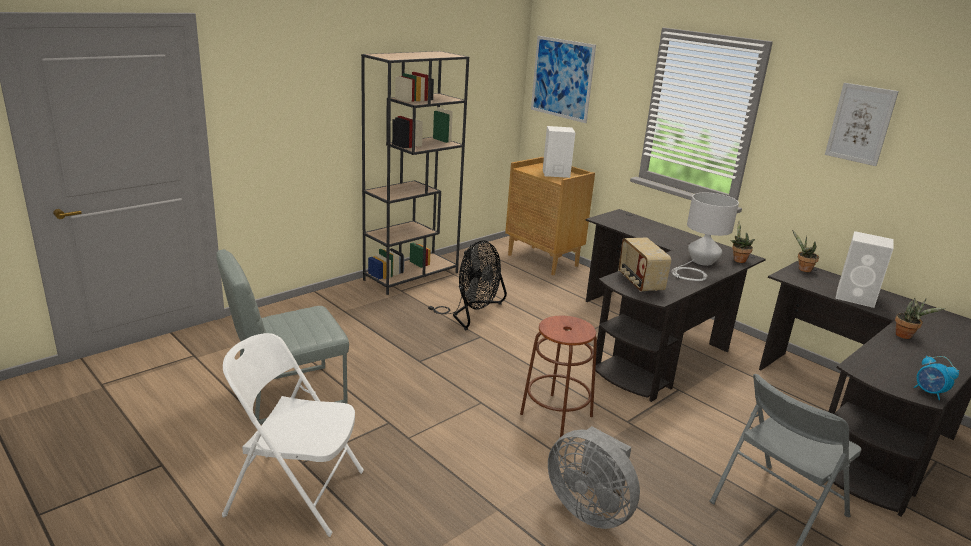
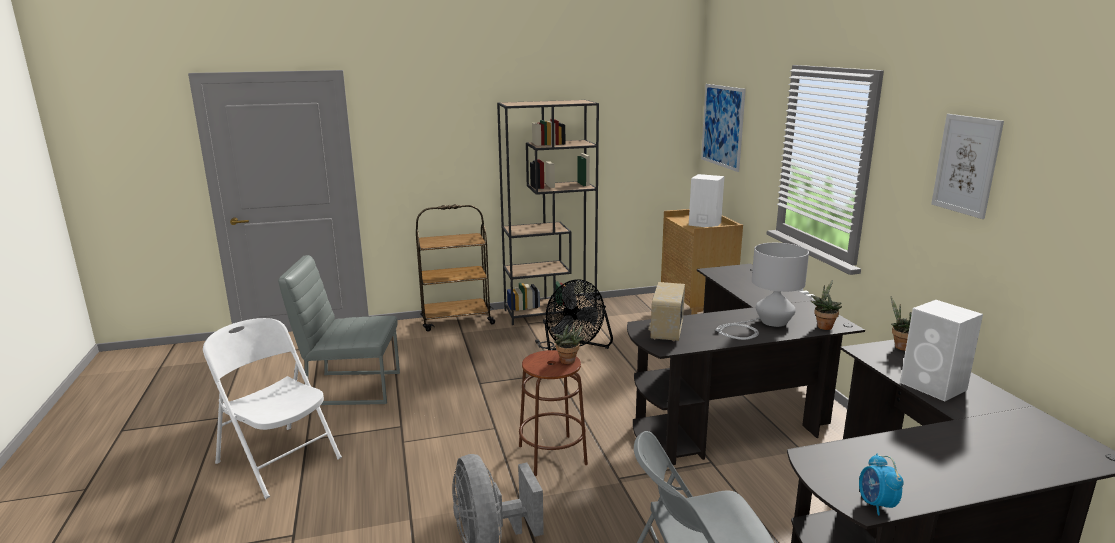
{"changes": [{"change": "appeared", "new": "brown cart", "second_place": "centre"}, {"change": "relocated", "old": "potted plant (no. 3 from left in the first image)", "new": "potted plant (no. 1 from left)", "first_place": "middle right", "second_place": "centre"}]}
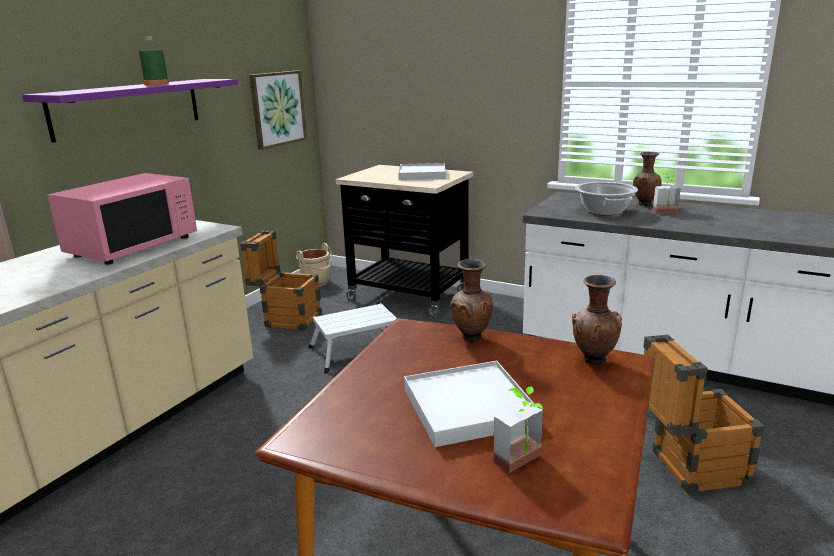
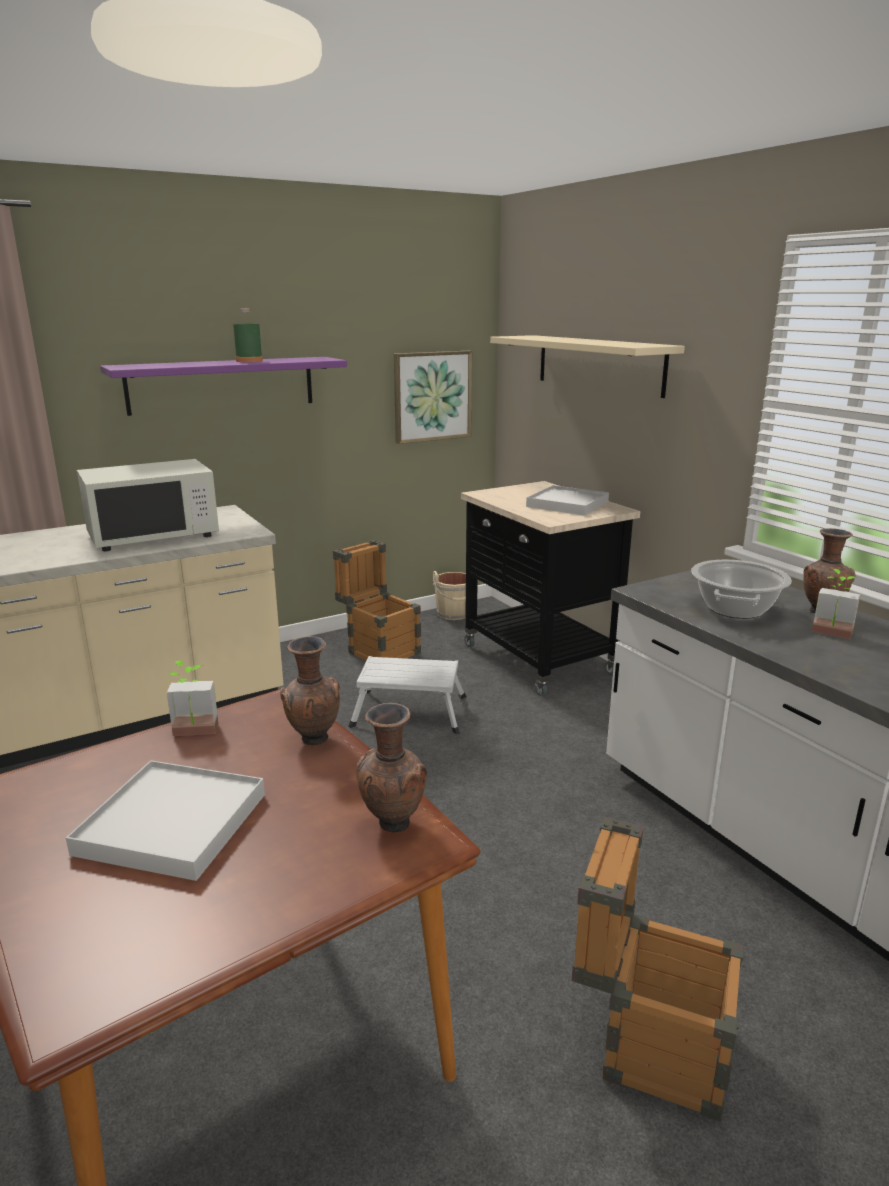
{"changes": [{"change": "appeared", "new": "beige shelf", "second_place": "top centre"}, {"change": "relocated", "old": "potted plant (no. 1 from left)", "first_place": "bottom centre", "second_place": "middle left"}, {"change": "colour", "old": "pink microwave", "new": "white microwave", "first_place": "middle left", "second_place": "middle left"}]}
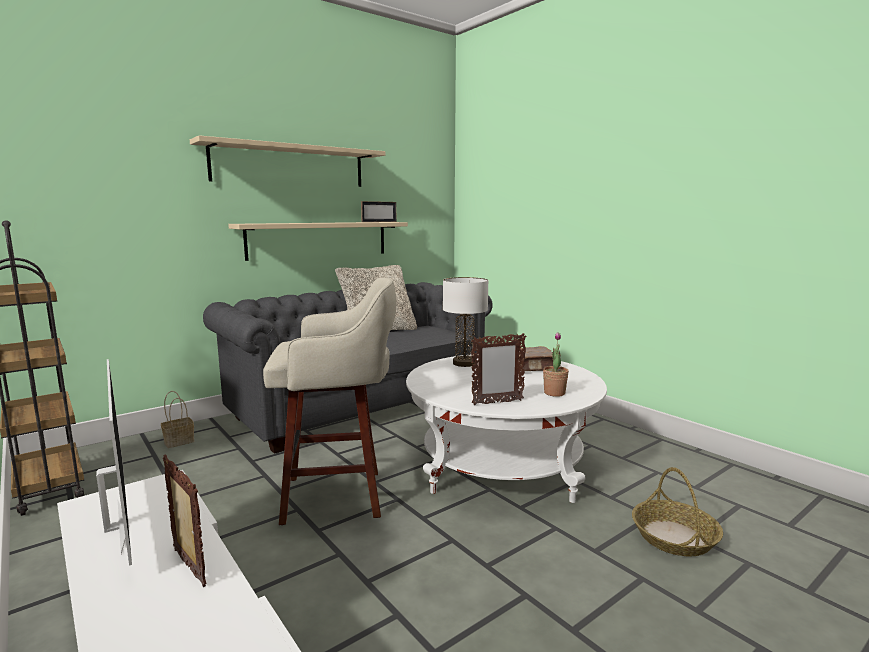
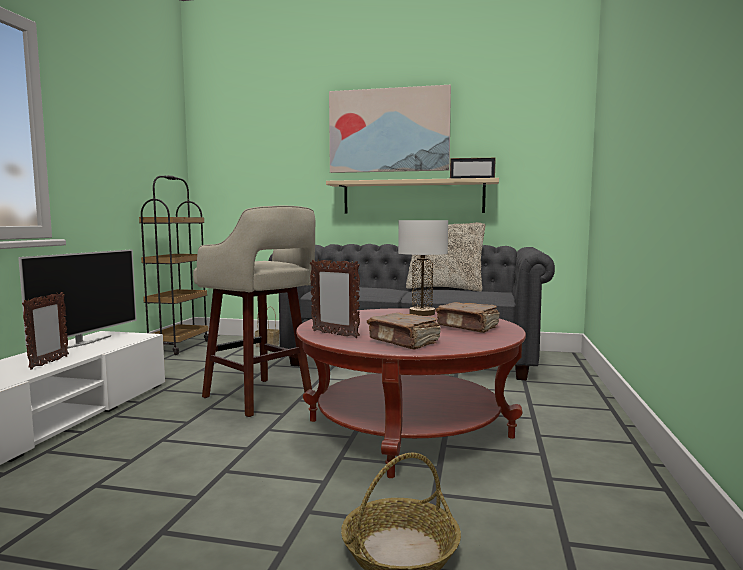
{"changes": [{"change": "exchanged", "old": "beige shelf (no. 1 from left)", "new": "picture", "first_place": "top left", "second_place": "top centre"}, {"change": "exchanged", "old": "potted plant", "new": "brown book (no. 1 from left)", "first_place": "centre", "second_place": "centre"}, {"change": "colour", "old": "white coffee table", "new": "red coffee table", "first_place": "centre", "second_place": "bottom centre"}]}
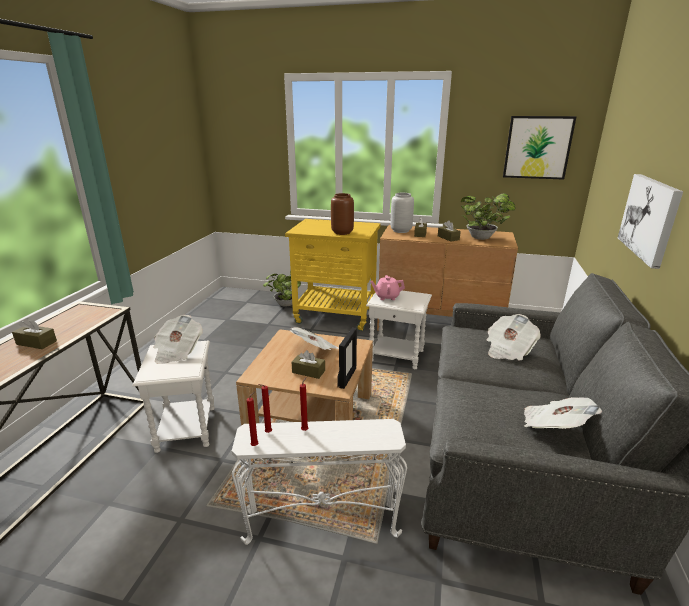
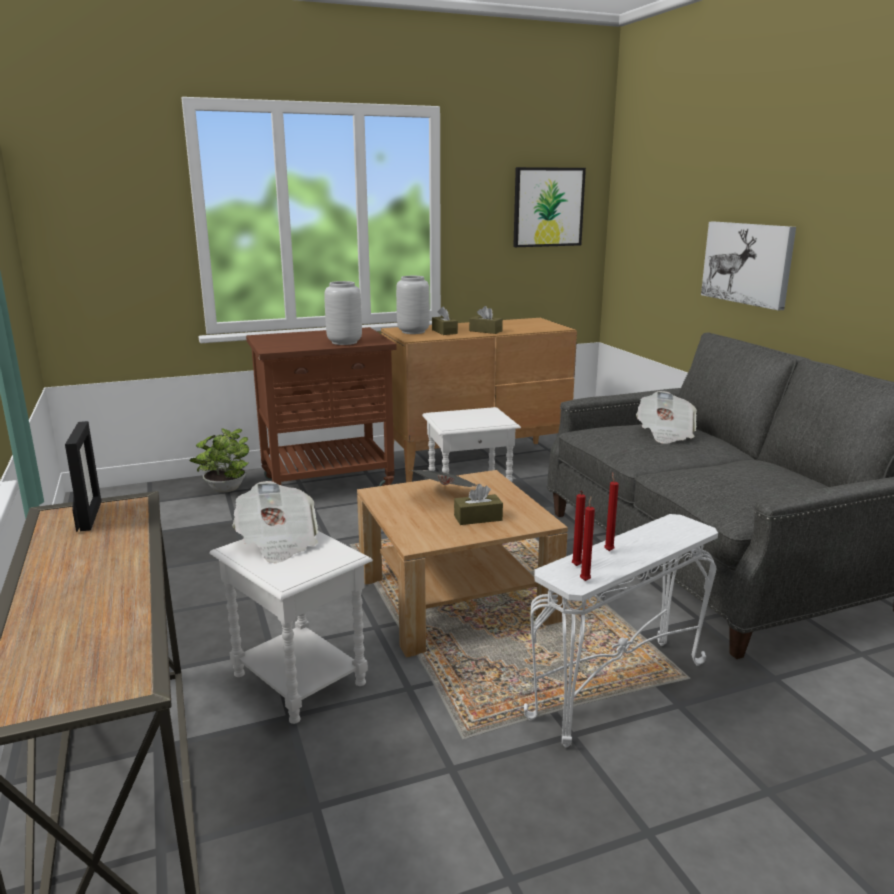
{"changes": [{"change": "missing", "old": "brown tissue box (no. 1 from left)", "first_place": "middle left"}, {"change": "missing", "old": "pink teapot", "first_place": "centre"}, {"change": "missing", "old": "potted plant (no. 2 from left)", "first_place": "middle right"}, {"change": "missing", "old": "newspaper (no. 4 from left)", "first_place": "bottom right"}, {"change": "relocated", "old": "picture frame", "first_place": "centre", "second_place": "middle left"}, {"change": "colour", "old": "yellow cart", "new": "brown cart", "first_place": "centre", "second_place": "centre"}, {"change": "colour", "old": "brown vase", "new": "grey vase (no. 1 from left)", "first_place": "centre", "second_place": "centre"}]}
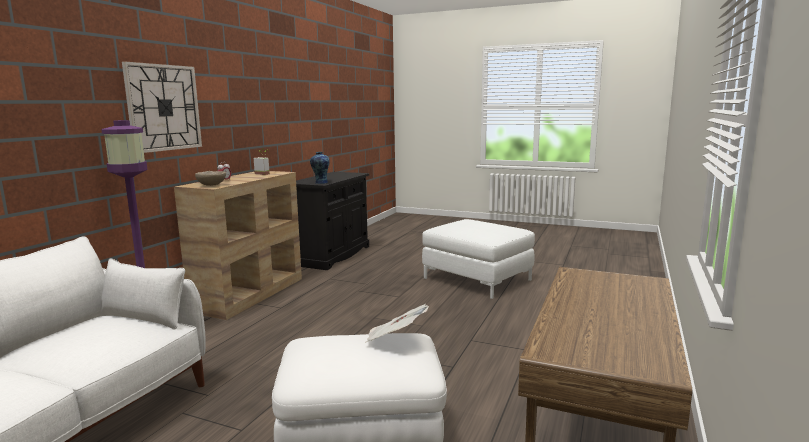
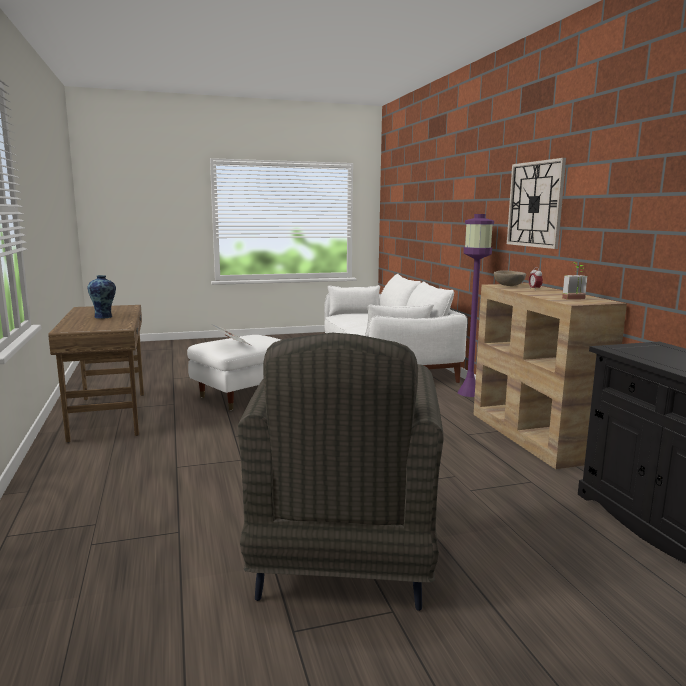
{"changes": [{"change": "relocated", "old": "vase", "first_place": "centre", "second_place": "middle left"}, {"change": "exchanged", "old": "white ottoman (no. 2 from left)", "new": "grey armchair", "first_place": "centre", "second_place": "bottom centre"}]}
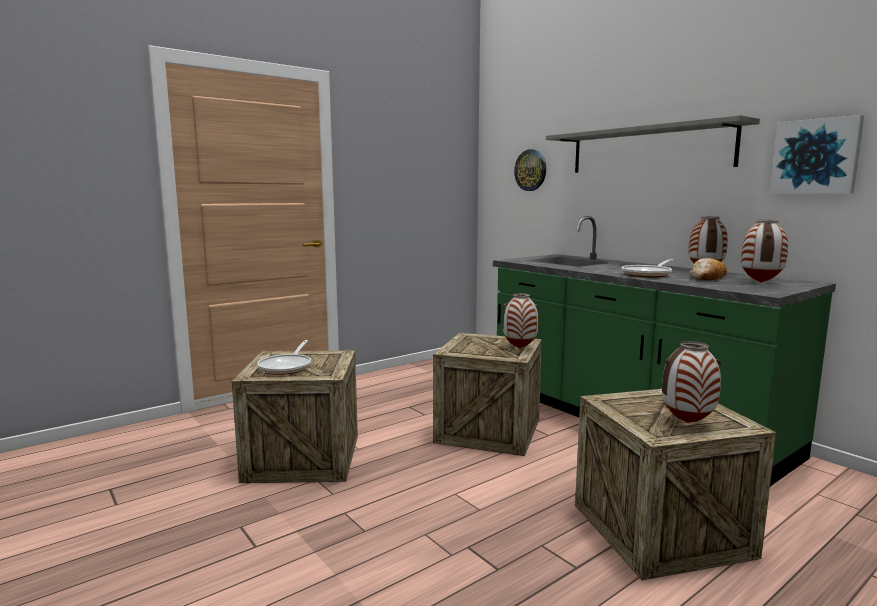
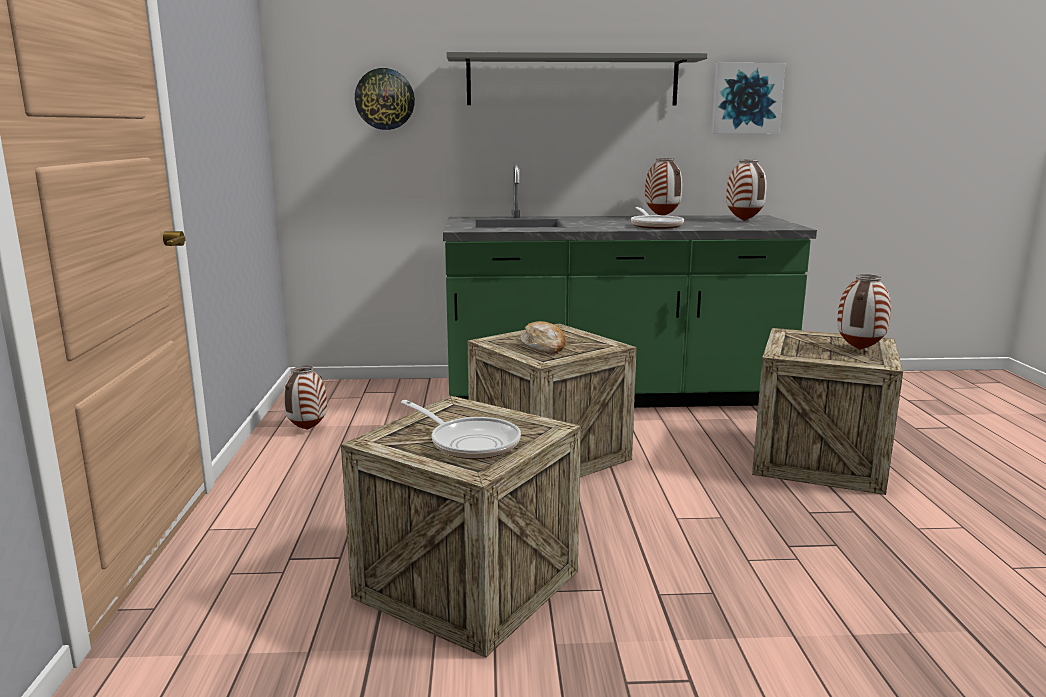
{"changes": [{"change": "relocated", "old": "vase (no. 1 from left)", "first_place": "centre", "second_place": "middle left"}, {"change": "relocated", "old": "bread", "first_place": "middle right", "second_place": "centre"}]}
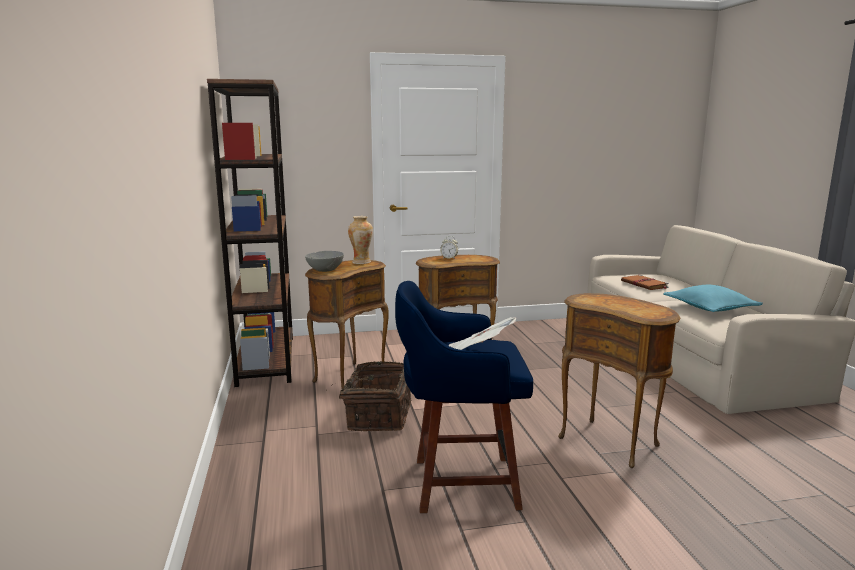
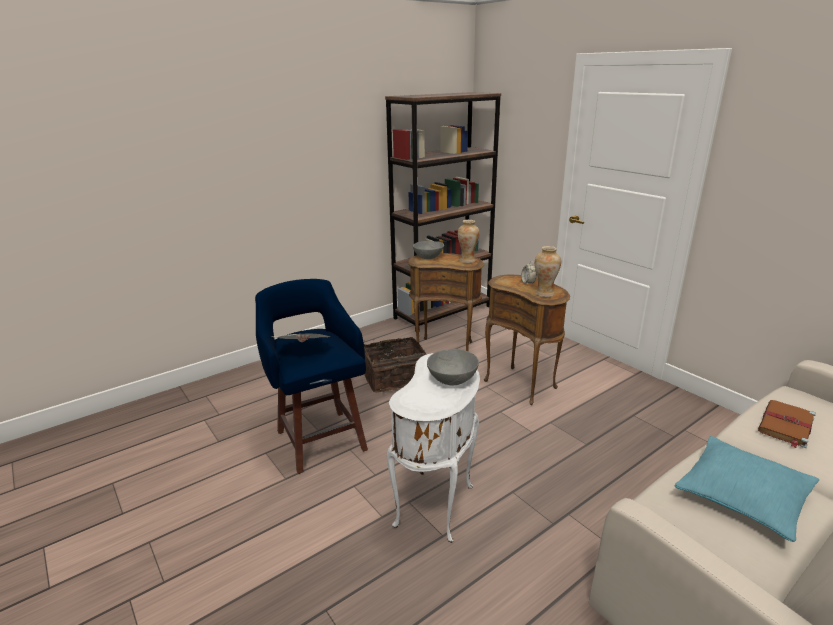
{"changes": [{"change": "appeared", "new": "grey bowl (no. 2 from left)", "second_place": "centre"}, {"change": "appeared", "new": "vase (no. 2 from left)", "second_place": "centre"}, {"change": "colour", "old": "brown side table (no. 3 from left)", "new": "white side table", "first_place": "bottom right", "second_place": "bottom centre"}]}
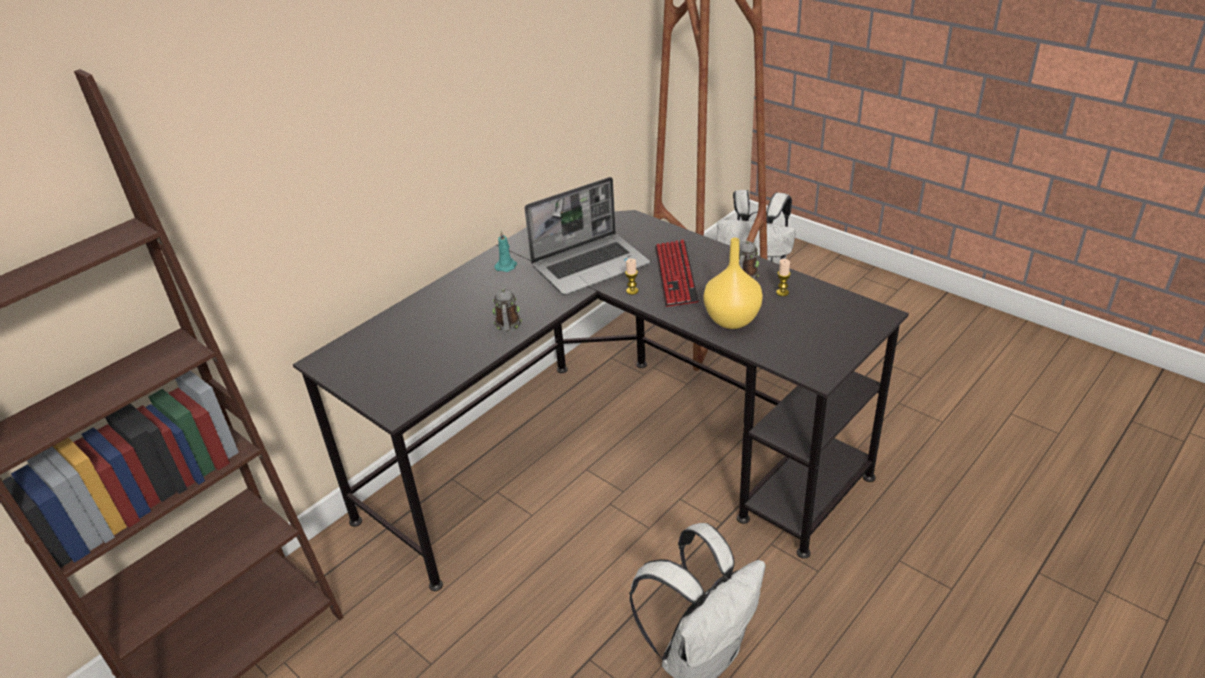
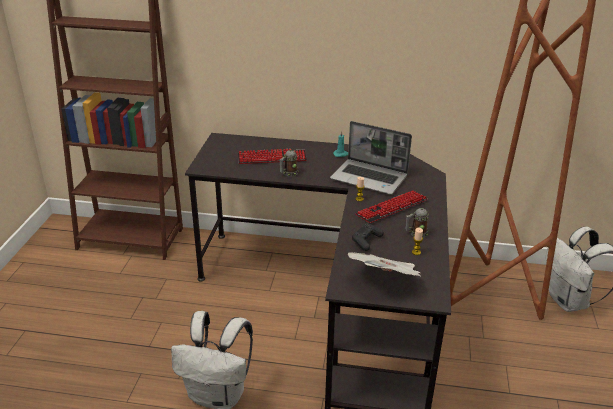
{"changes": [{"change": "appeared", "new": "keyboard (no. 1 from left)", "second_place": "centre"}, {"change": "appeared", "new": "newspaper", "second_place": "centre"}, {"change": "exchanged", "old": "yellow vase", "new": "black game controller", "first_place": "centre", "second_place": "centre"}]}
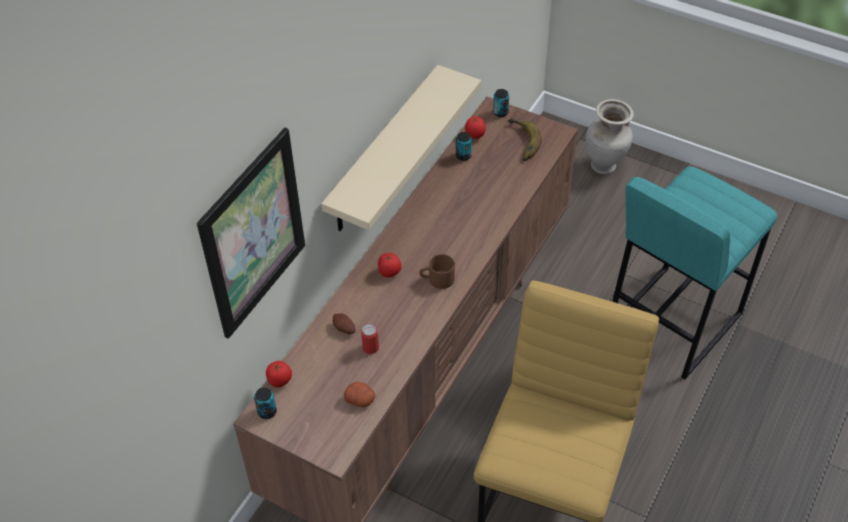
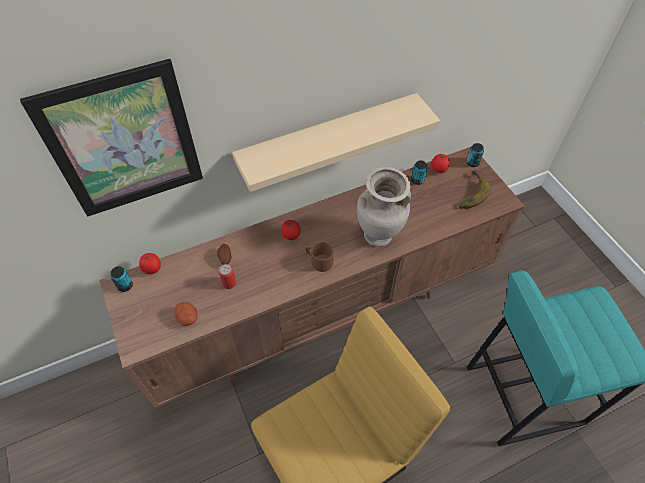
{"changes": [{"change": "relocated", "old": "beige vase", "first_place": "top right", "second_place": "centre"}]}
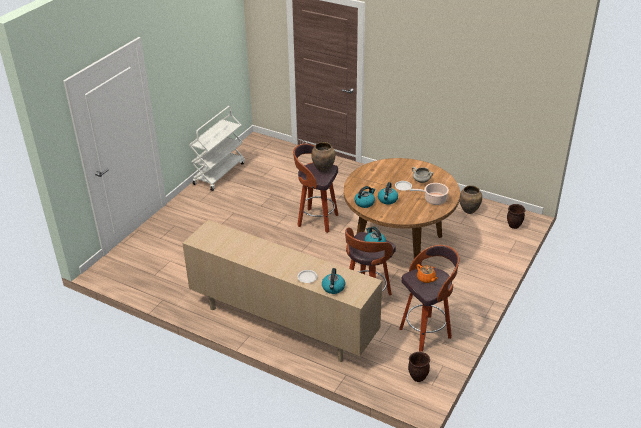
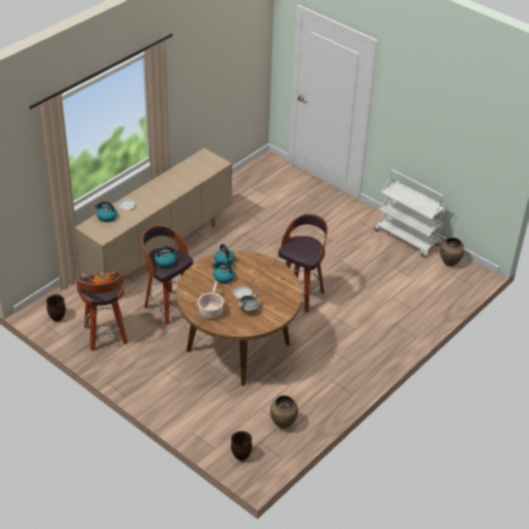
{"changes": [{"change": "relocated", "old": "brown vase (no. 1 from left in the first image)", "new": "brown vase (no. 2 from left)", "first_place": "centre", "second_place": "middle right"}]}
